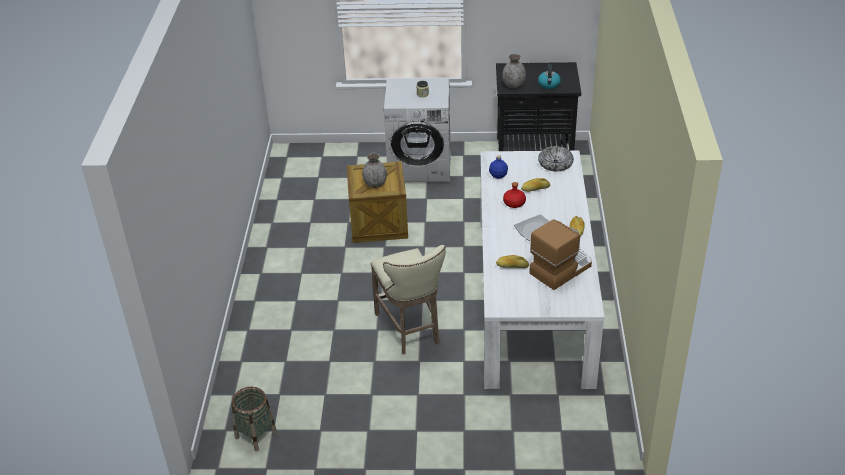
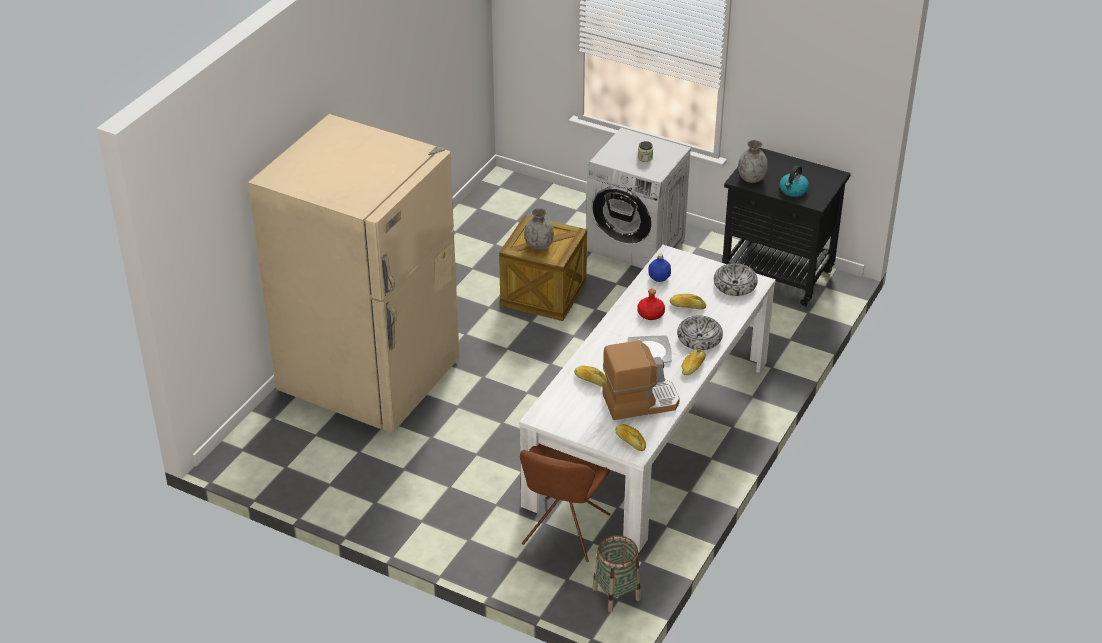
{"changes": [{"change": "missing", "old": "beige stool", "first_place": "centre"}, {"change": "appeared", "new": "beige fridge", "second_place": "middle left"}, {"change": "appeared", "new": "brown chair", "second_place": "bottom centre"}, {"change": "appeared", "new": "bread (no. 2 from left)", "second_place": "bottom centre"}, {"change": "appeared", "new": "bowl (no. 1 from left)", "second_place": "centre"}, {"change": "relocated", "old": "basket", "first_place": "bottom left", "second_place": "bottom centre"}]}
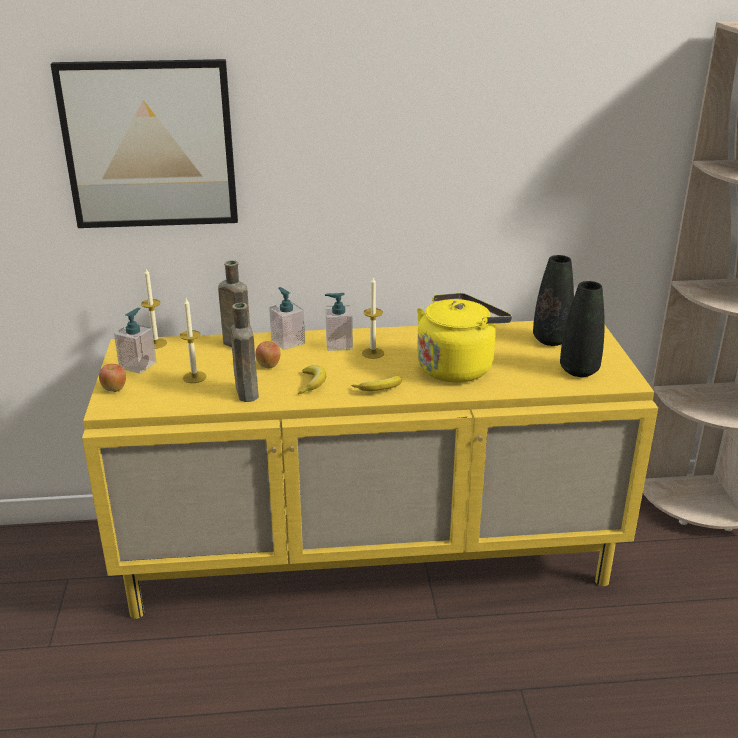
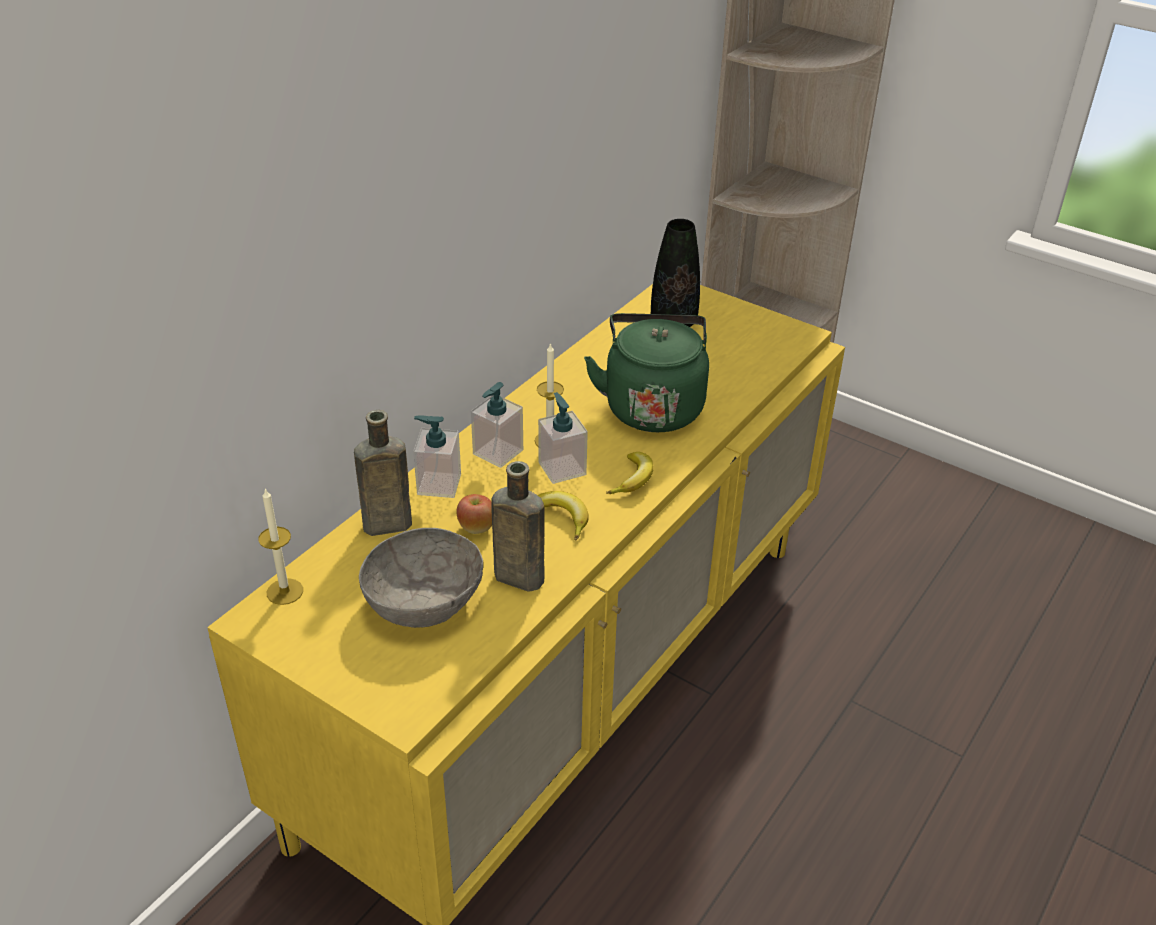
{"changes": [{"change": "missing", "old": "picture", "first_place": "top left"}, {"change": "missing", "old": "apple (no. 1 from left)", "first_place": "middle left"}, {"change": "missing", "old": "black vase (no. 2 from left)", "first_place": "middle right"}, {"change": "relocated", "old": "soap dispenser (no. 1 from left in the first image)", "new": "soap dispenser (no. 3 from left)", "first_place": "middle left", "second_place": "centre"}, {"change": "exchanged", "old": "candle (no. 2 from left)", "new": "grey bowl", "first_place": "middle left", "second_place": "centre"}, {"change": "colour", "old": "yellow kettle", "new": "green kettle", "first_place": "centre", "second_place": "centre"}]}
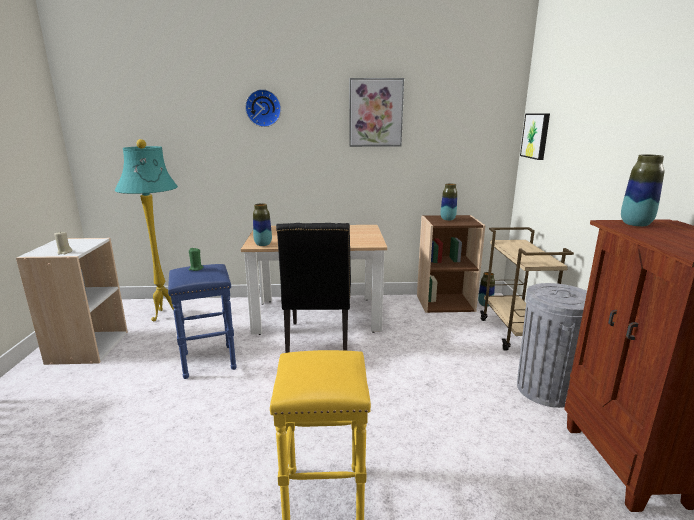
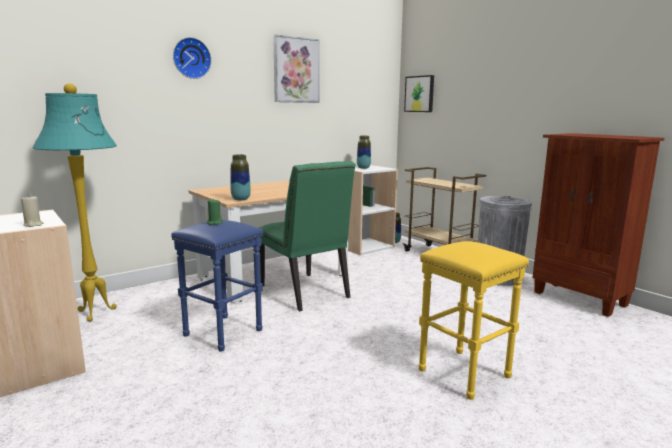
{"changes": [{"change": "missing", "old": "vase (no. 4 from left)", "first_place": "middle right"}, {"change": "colour", "old": "black chair", "new": "green chair", "first_place": "centre", "second_place": "centre"}, {"change": "colour", "old": "brown bookcase", "new": "white bookcase (no. 2 from left)", "first_place": "centre", "second_place": "centre"}]}
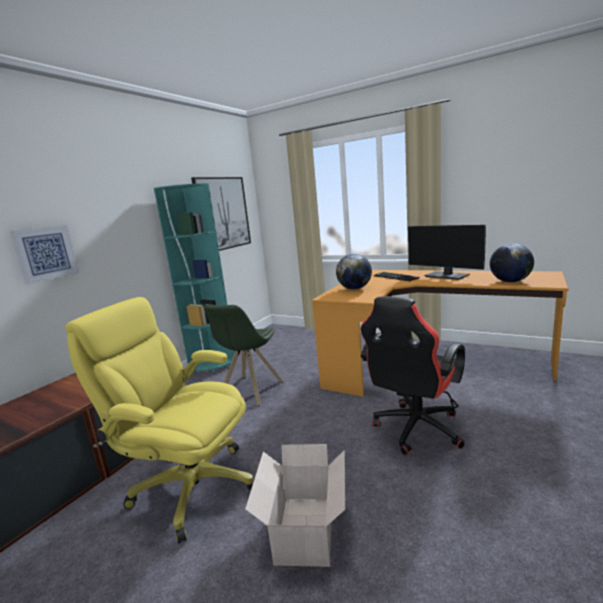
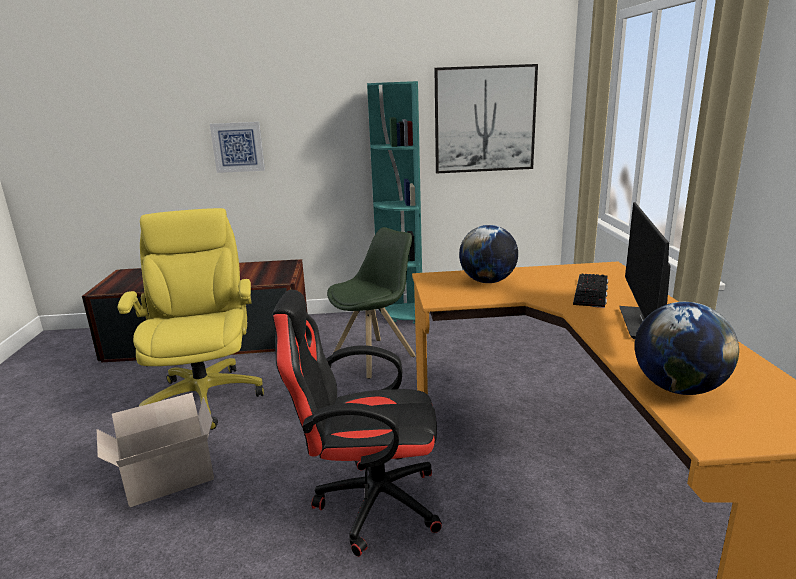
{"changes": [{"change": "spun", "old": "green chair", "first_place": "centre", "second_place": "centre", "degrees": 150}]}
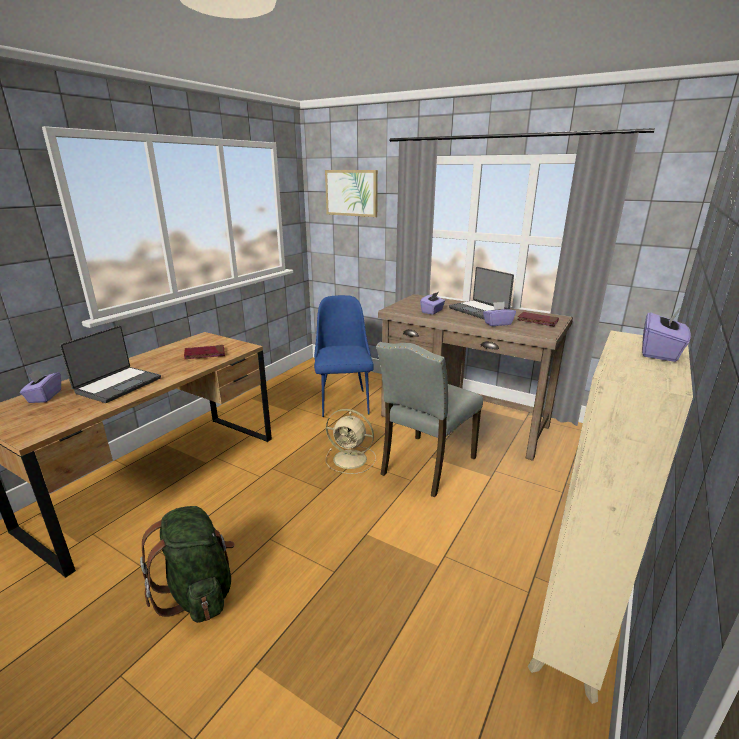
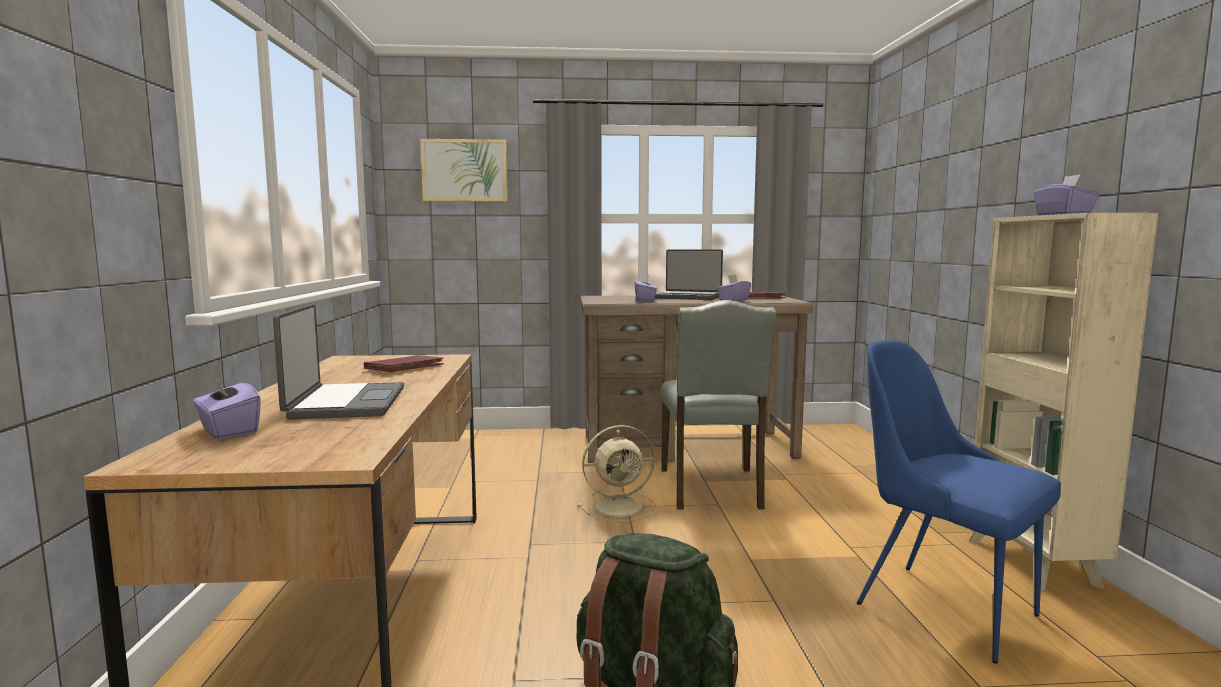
{"changes": [{"change": "relocated", "old": "blue chair", "first_place": "centre", "second_place": "bottom right"}]}
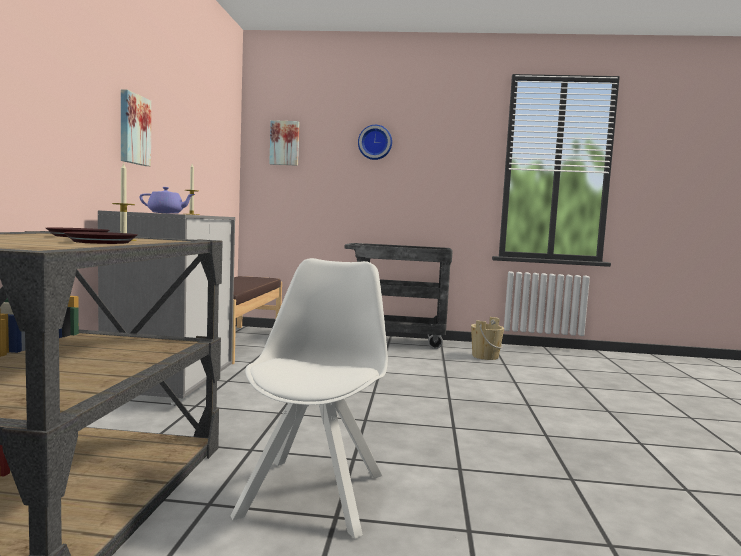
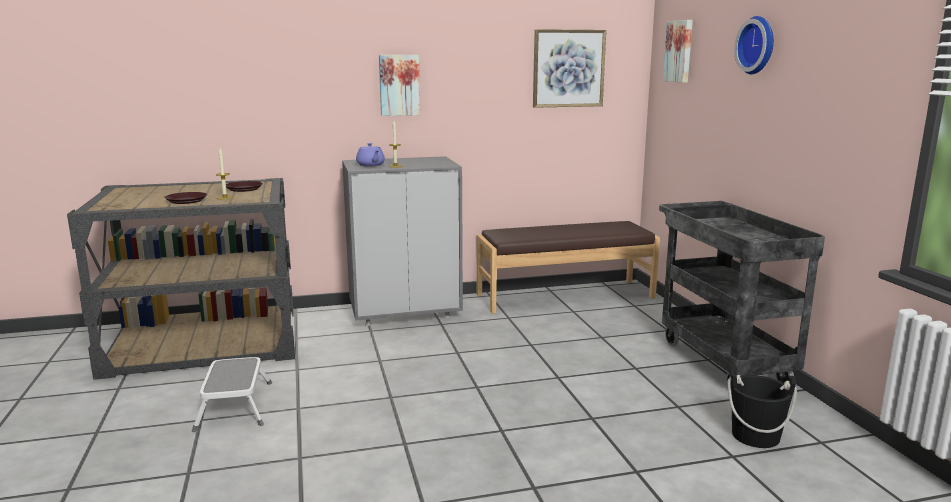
{"changes": [{"change": "appeared", "new": "picture (no. 2 from left)", "second_place": "top centre"}, {"change": "exchanged", "old": "white chair", "new": "grey step ladder", "first_place": "bottom centre", "second_place": "bottom left"}, {"change": "colour", "old": "beige bucket", "new": "black bucket", "first_place": "centre", "second_place": "bottom right"}]}
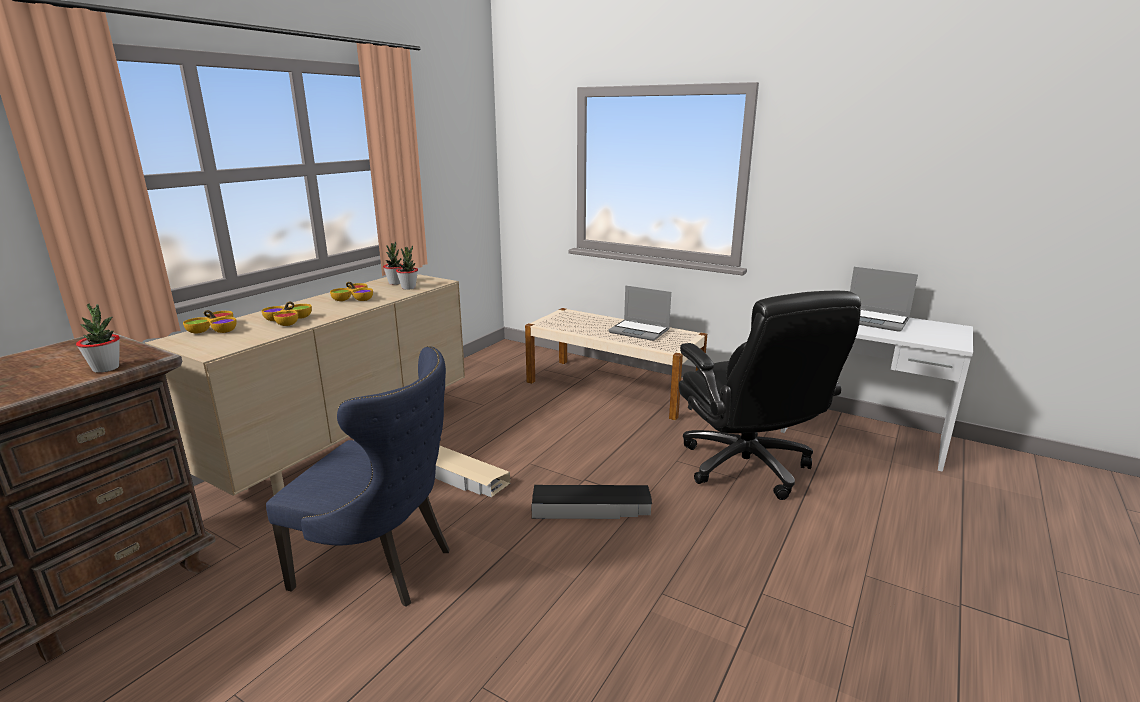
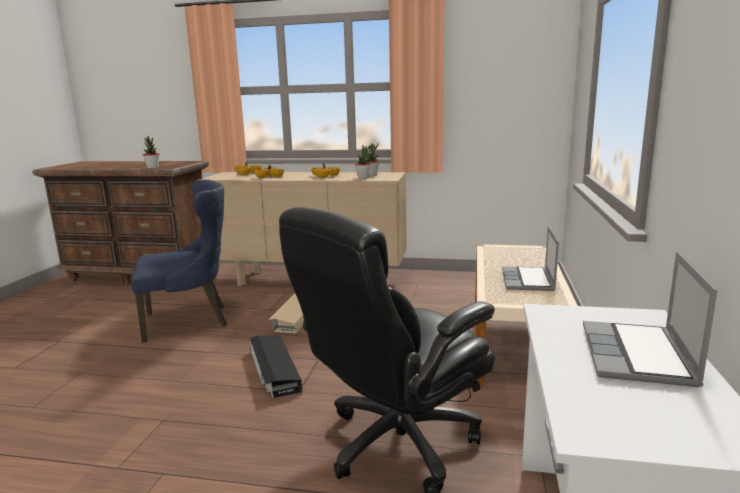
{"changes": [{"change": "spun", "old": "blue chair", "first_place": "bottom left", "second_place": "middle left", "degrees": -105}]}
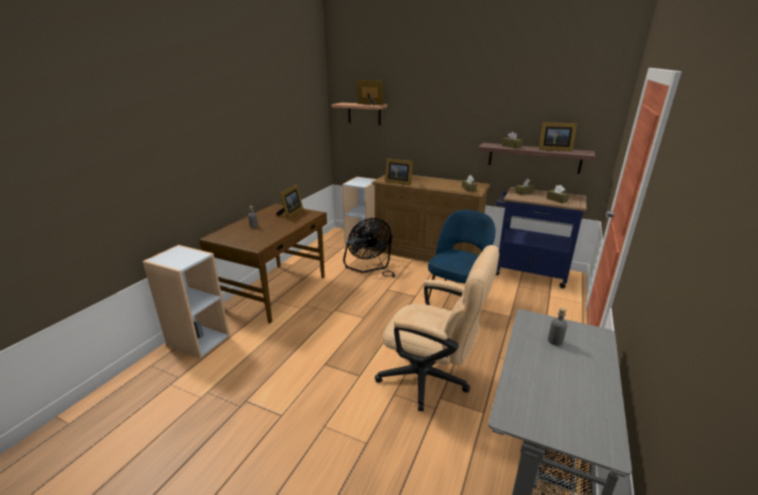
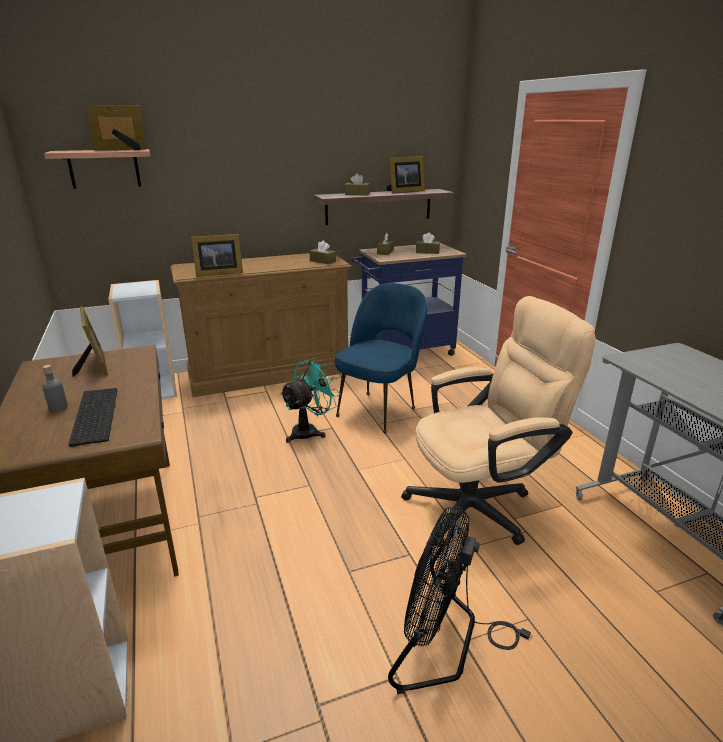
{"changes": [{"change": "missing", "old": "grey bottle (no. 2 from left)", "first_place": "middle right"}, {"change": "appeared", "new": "keyboard", "second_place": "middle left"}, {"change": "appeared", "new": "turquoise fan", "second_place": "centre"}, {"change": "relocated", "old": "black fan", "first_place": "centre", "second_place": "bottom centre"}, {"change": "spun", "old": "blue chair", "first_place": "centre", "second_place": "centre", "degrees": 45}]}
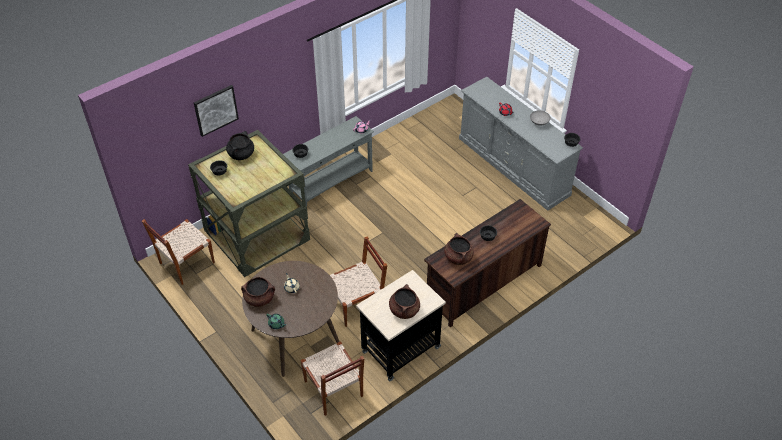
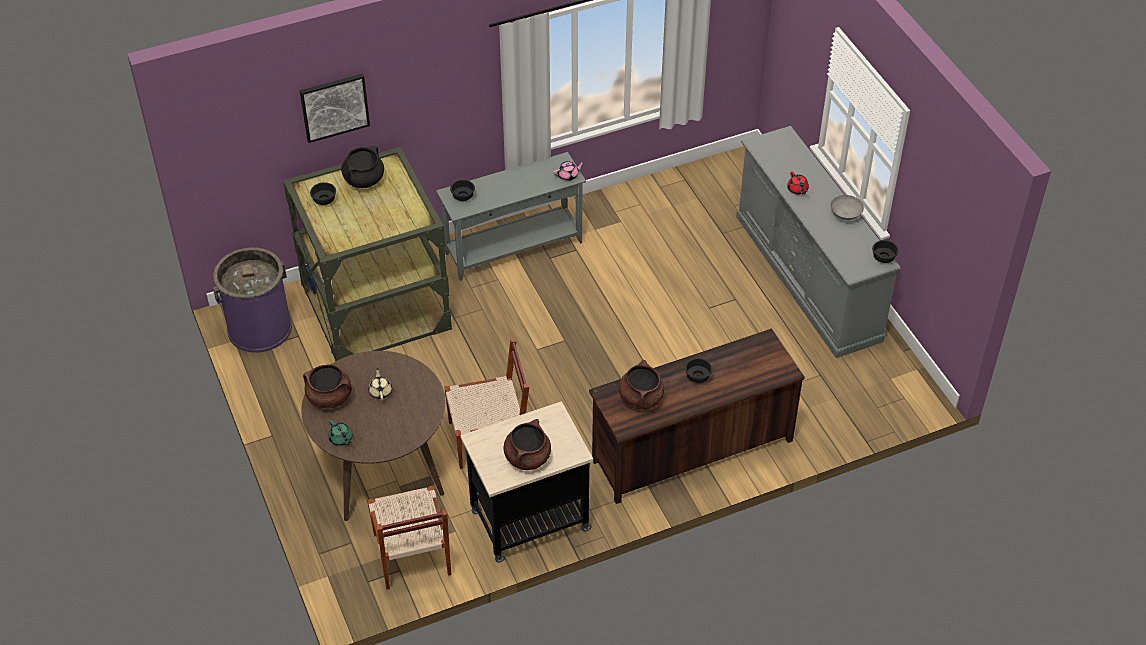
{"changes": [{"change": "exchanged", "old": "chair (no. 1 from left)", "new": "purple trash can", "first_place": "middle left", "second_place": "middle left"}]}
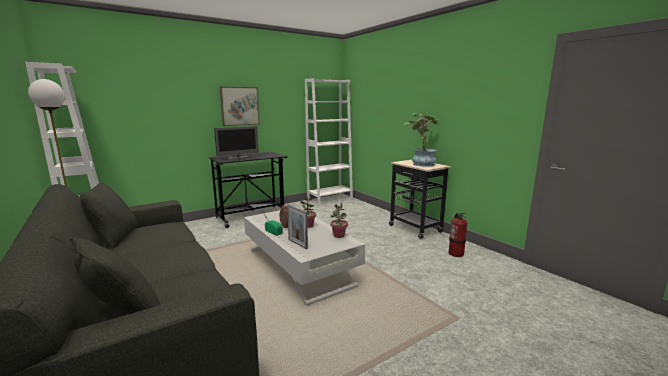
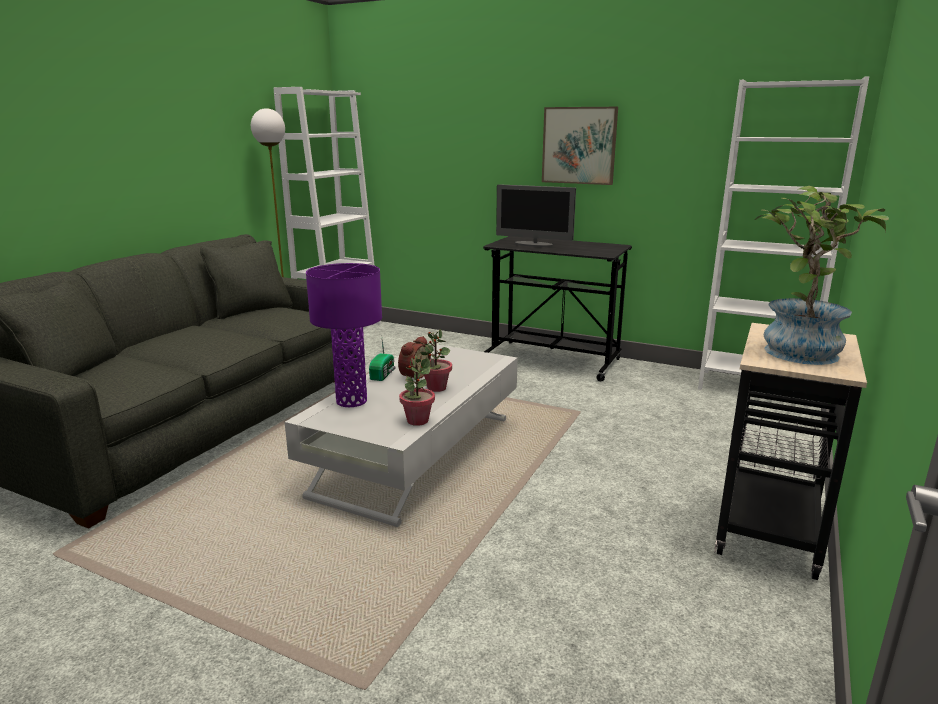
{"changes": [{"change": "missing", "old": "fire extinguisher", "first_place": "middle right"}, {"change": "exchanged", "old": "picture frame", "new": "purple table lamp", "first_place": "centre", "second_place": "centre"}]}
